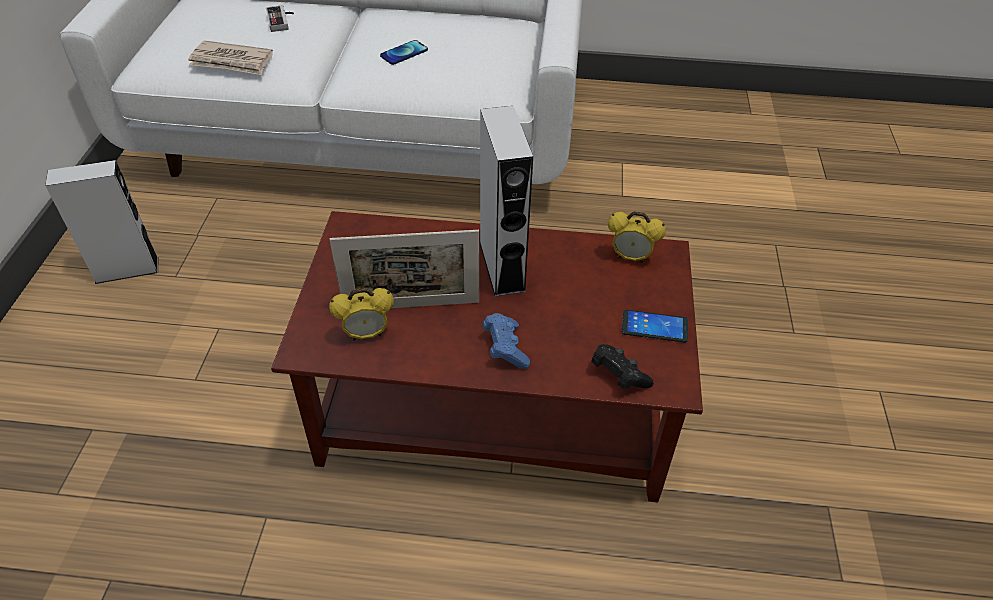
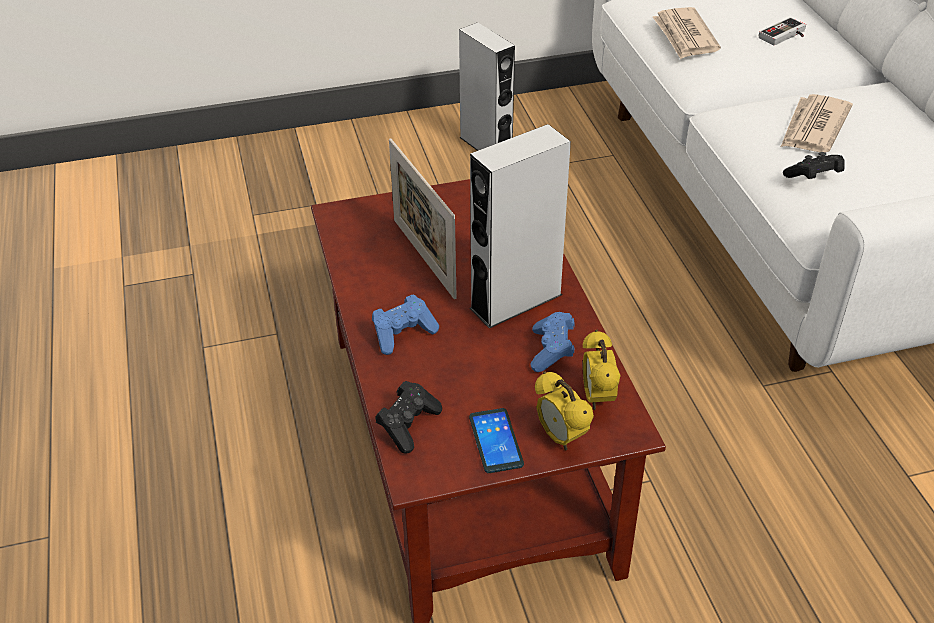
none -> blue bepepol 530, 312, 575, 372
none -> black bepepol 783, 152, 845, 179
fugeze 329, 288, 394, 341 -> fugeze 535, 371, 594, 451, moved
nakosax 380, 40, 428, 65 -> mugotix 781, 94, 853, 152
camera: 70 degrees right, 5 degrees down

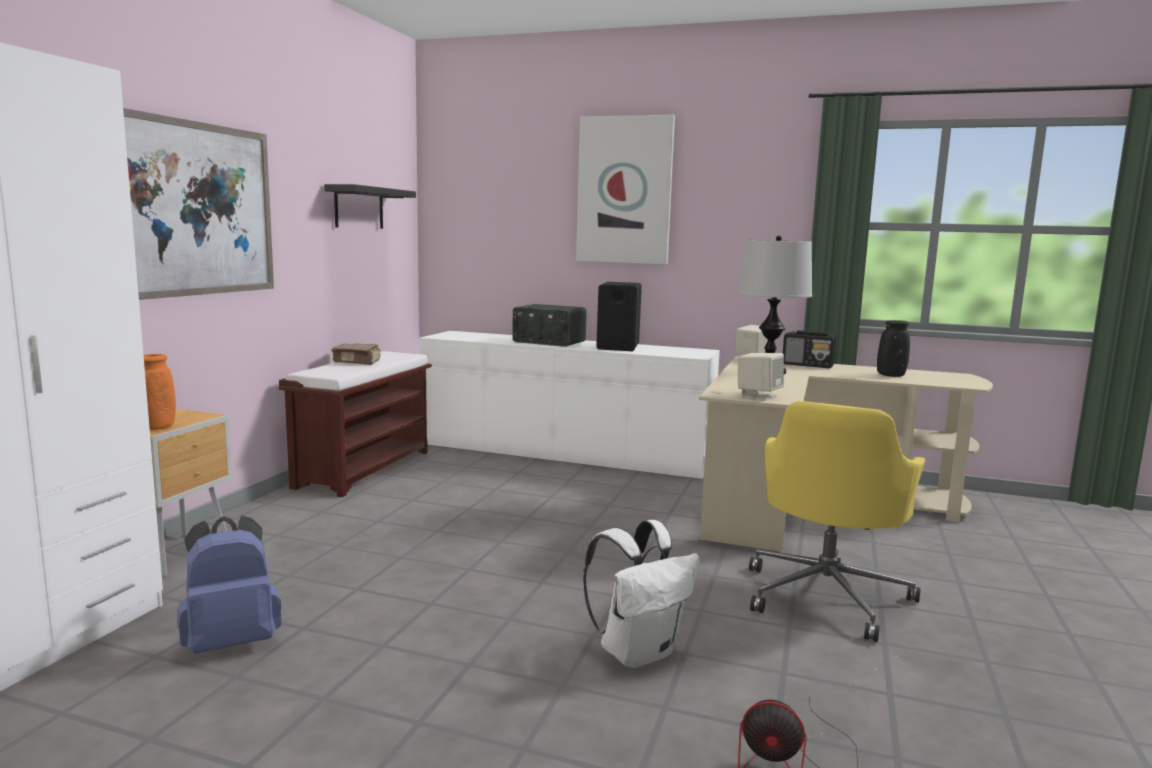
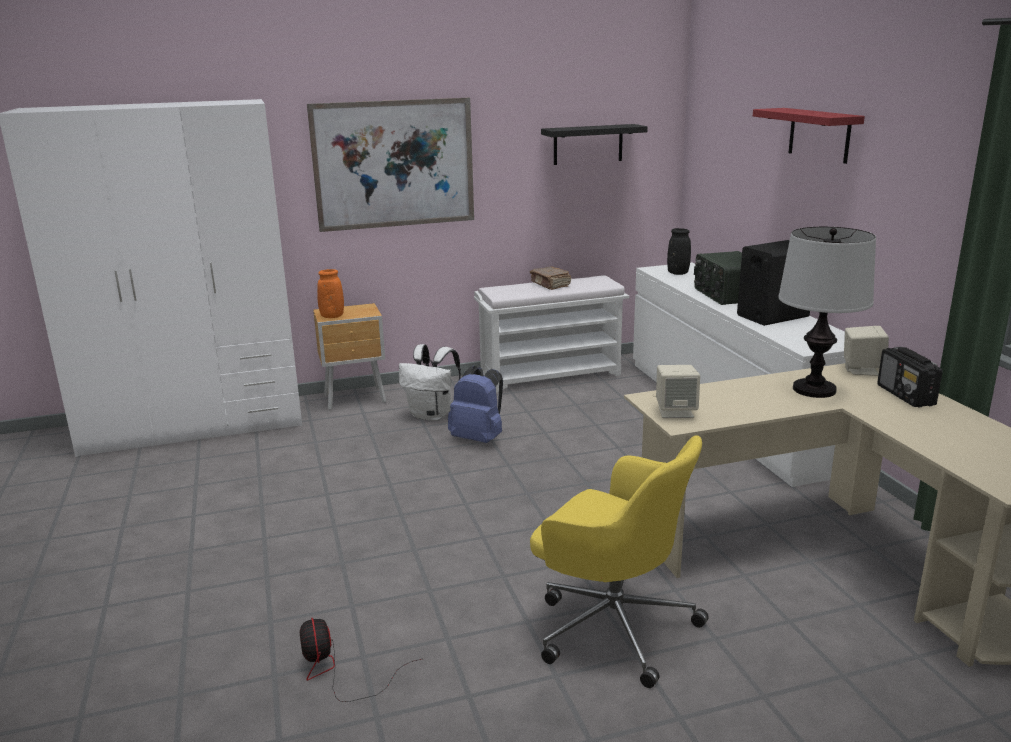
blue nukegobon 177, 515, 281, 653 -> blue nukegobon 448, 366, 503, 443, moved
white nukegobon 583, 520, 699, 668 -> white nukegobon 399, 344, 461, 421, moved
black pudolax 877, 320, 910, 377 -> black pudolax 667, 228, 691, 275, moved
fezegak 576, 115, 675, 265 -> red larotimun 753, 108, 865, 164
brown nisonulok 279, 351, 432, 497 -> white nisonulok 474, 275, 629, 393
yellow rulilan 749, 401, 925, 642 -> yellow rulilan 530, 435, 709, 688, 135 degrees counterclockwise
camera: 55 degrees right, 10 degrees up

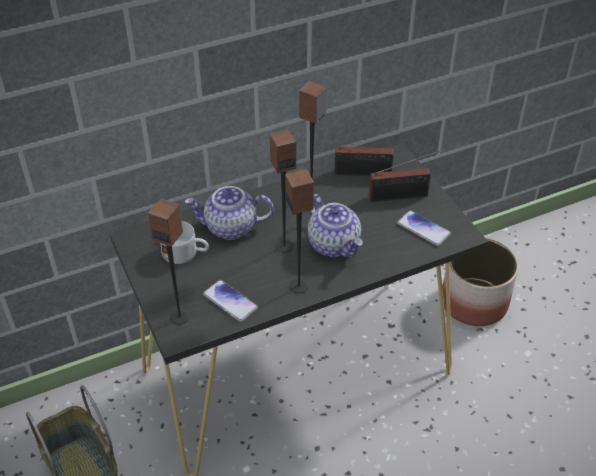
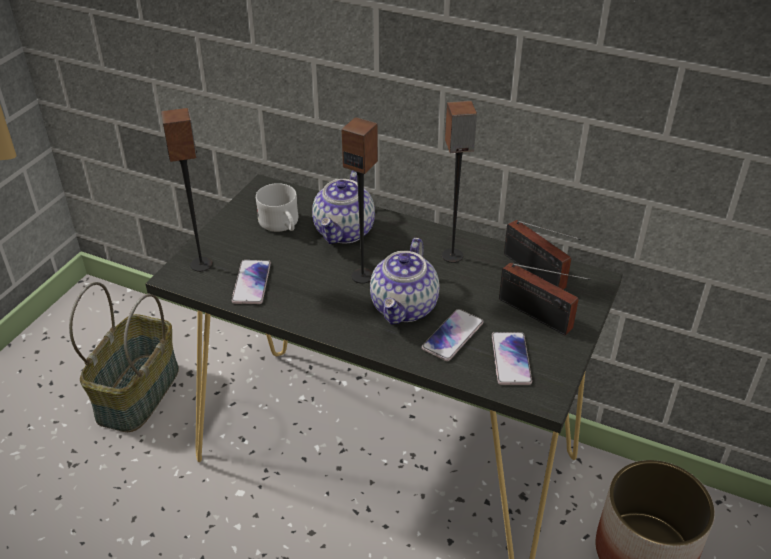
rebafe 285, 169, 314, 293 -> none
none -> nakosax 422, 309, 483, 361
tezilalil 185, 186, 274, 240 -> tezilalil 312, 170, 375, 244, 120 degrees counterclockwise
camera: 50 degrees right, 5 degrees down

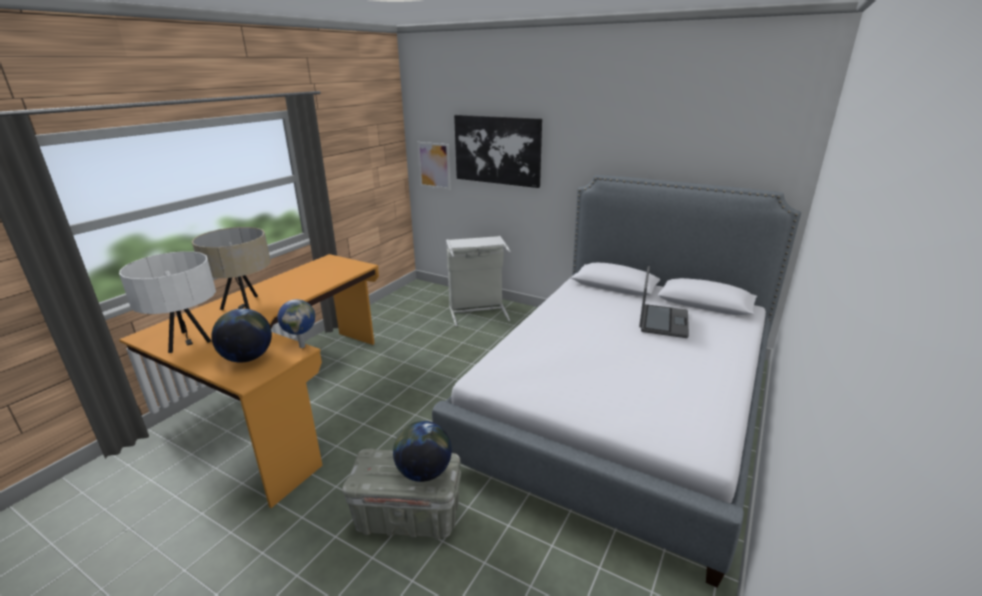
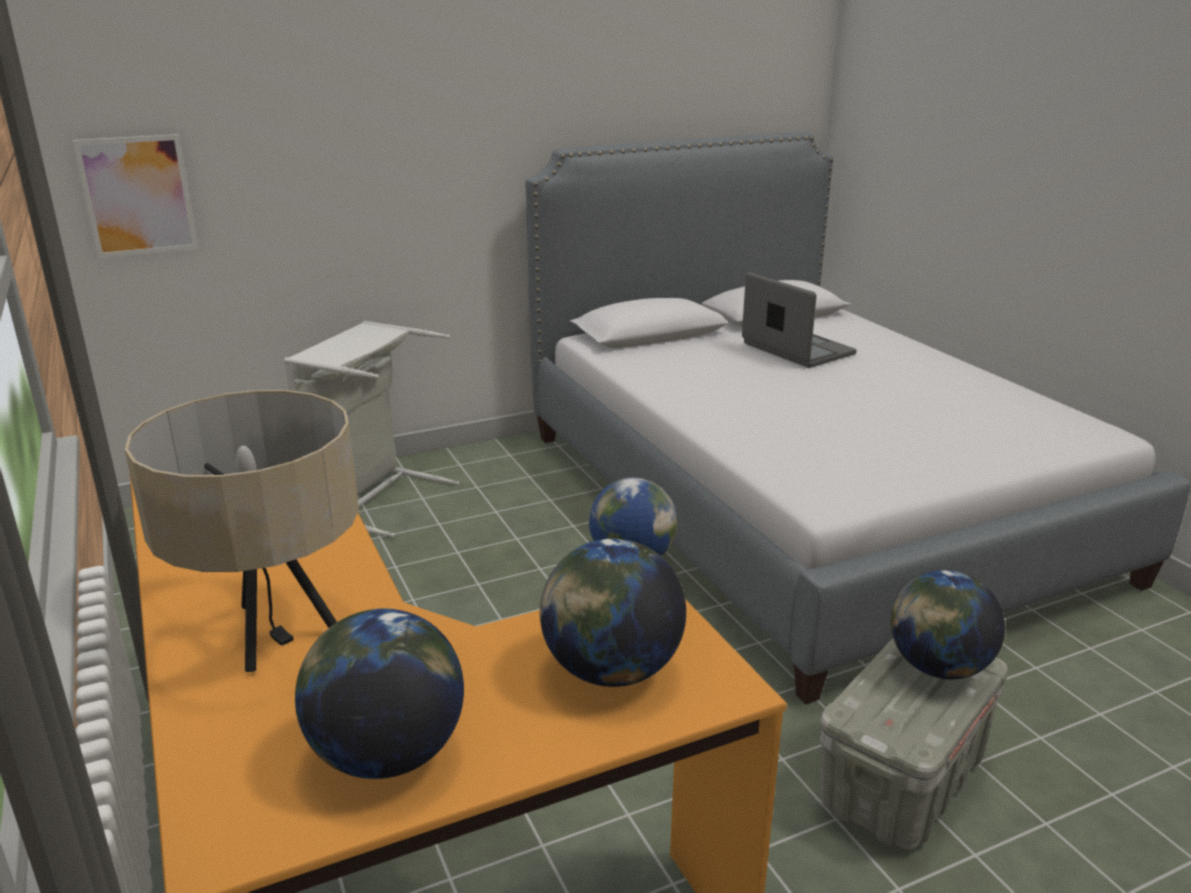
fezegak 454, 115, 542, 188 -> none
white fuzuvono 119, 251, 216, 353 -> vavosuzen 295, 609, 464, 779
camera: 55 degrees left, 0 degrees up

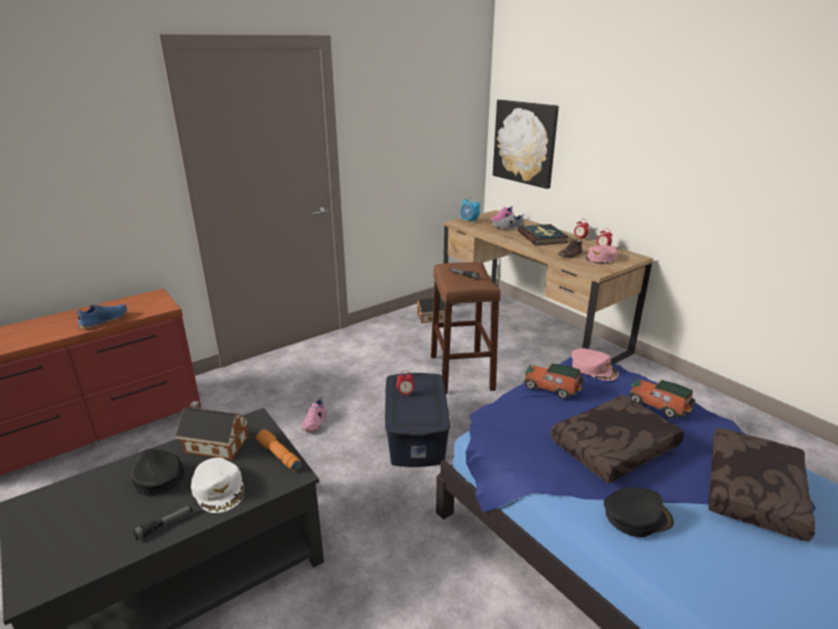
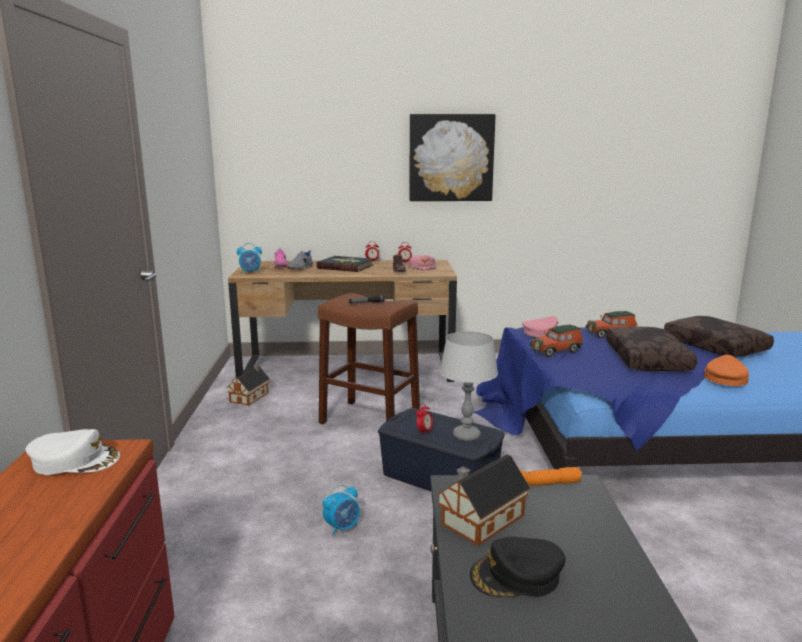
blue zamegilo 75, 304, 127, 330 -> none
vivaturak 133, 505, 192, 541 -> none
none -> grey fuzuvono 440, 331, 498, 441
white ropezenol 191, 457, 244, 513 -> white ropezenol 26, 429, 120, 475, moved
fezegak 493, 100, 559, 189 -> fezegak 409, 114, 496, 201, moved
pink zamegilo 301, 397, 327, 431 -> fugeze 323, 485, 360, 536
black ropezenol 604, 487, 674, 537 -> orange ropezenol 704, 355, 749, 386
camera: 55 degrees left, 10 degrees down

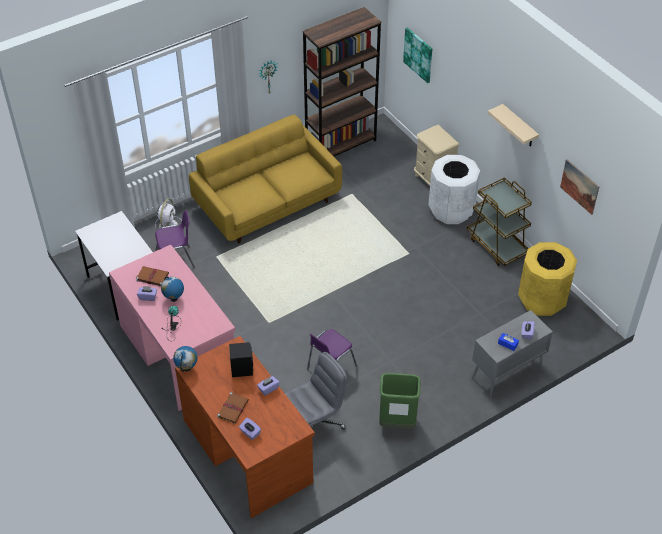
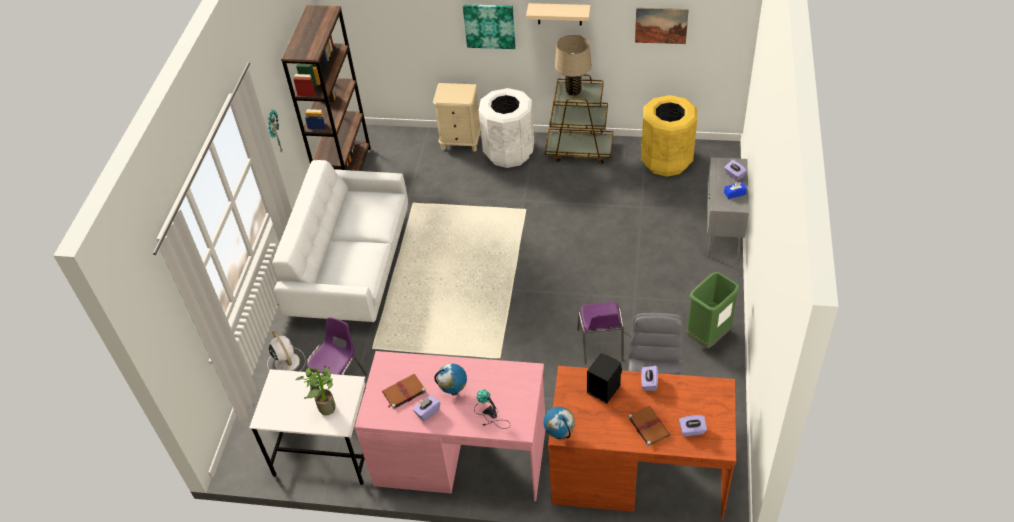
none -> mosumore 296, 366, 335, 415
none -> beige fuzuvono 555, 35, 592, 96
fezegak 403, 27, 432, 83 -> fezegak 463, 4, 516, 49, moved
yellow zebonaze 189, 115, 342, 243 -> white zebonaze 272, 160, 408, 322
camera: 45 degrees left, 0 degrees up

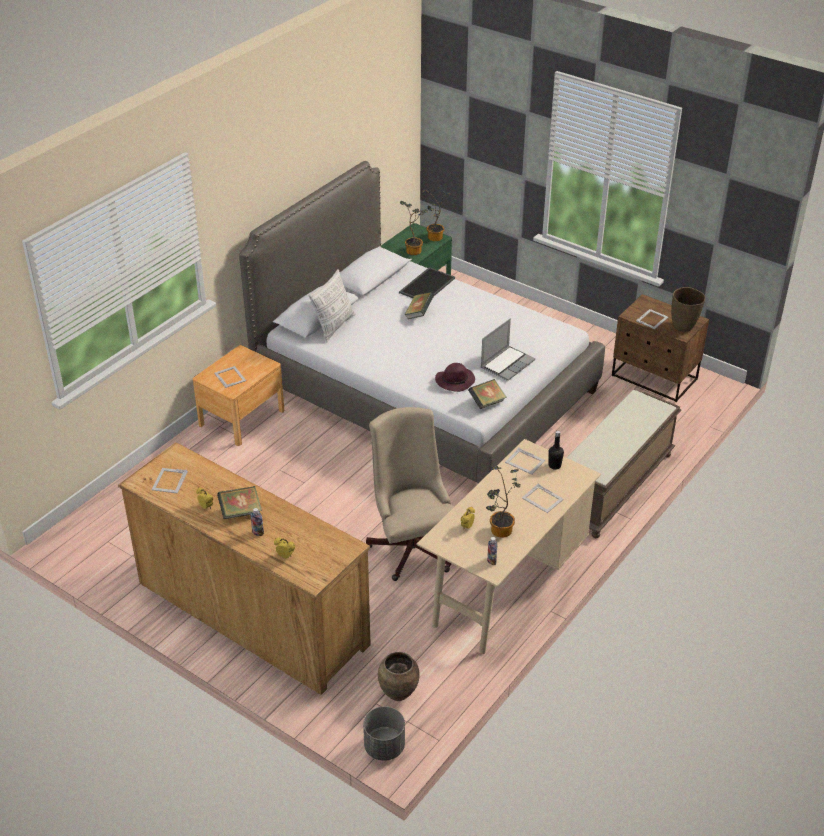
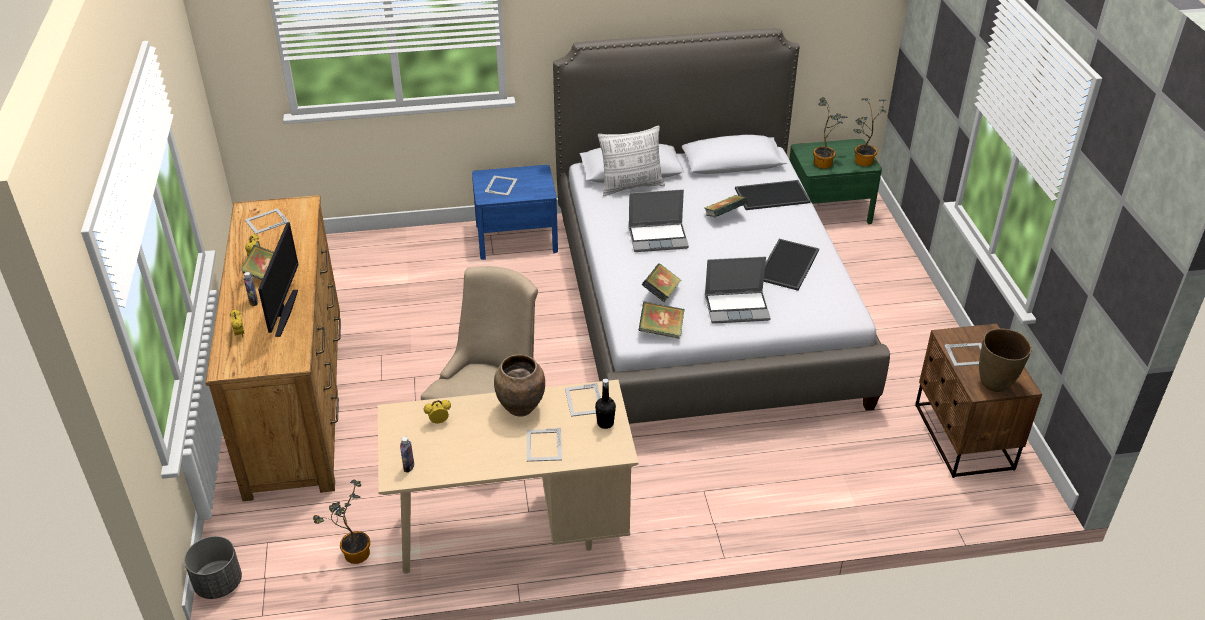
brown nisonulok 567, 390, 681, 538 -> none
none -> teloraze 258, 223, 299, 337
none -> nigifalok 629, 189, 689, 252
none -> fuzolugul 764, 239, 819, 291
brown pudolax 378, 652, 420, 701 -> brown pudolax 494, 354, 545, 417, moved
mosumore 486, 466, 520, 538 -> mosumore 313, 480, 370, 564, moved
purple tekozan 435, 363, 475, 392 -> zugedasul 642, 263, 681, 302
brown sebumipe 193, 345, 284, 446 -> blue sebumipe 472, 165, 558, 260
camera: 45 degrees right, 0 degrees up

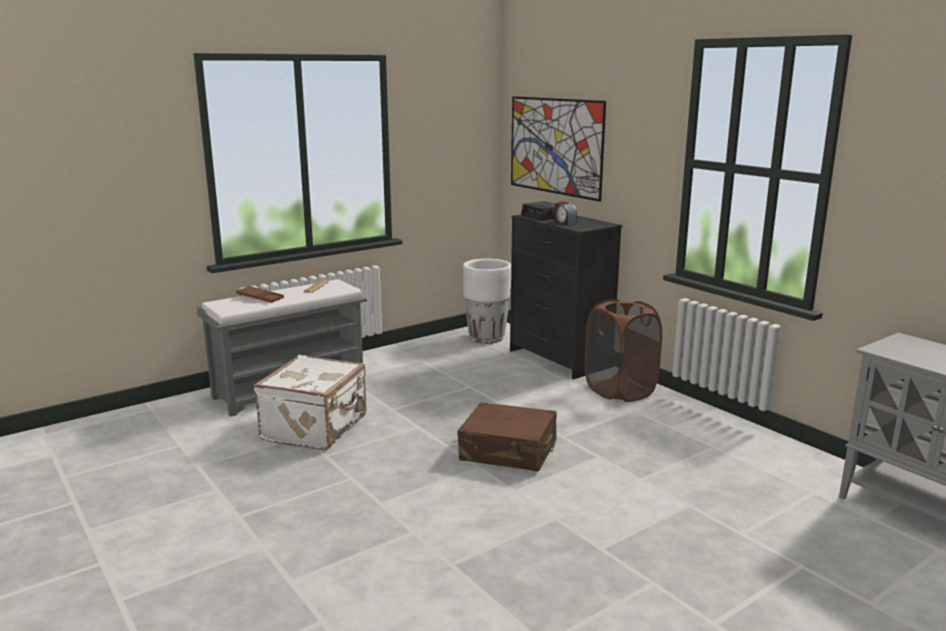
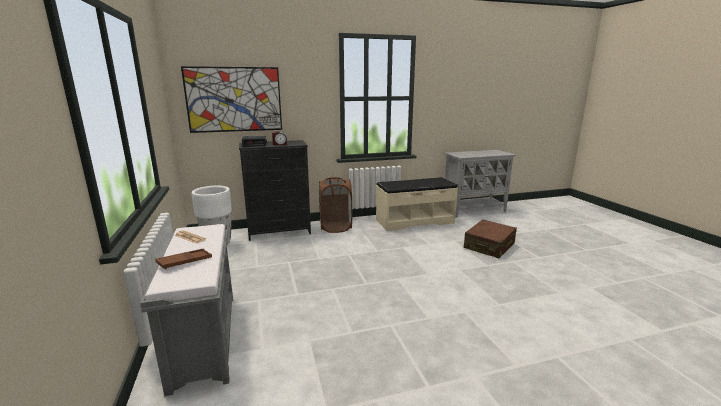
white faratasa 253, 355, 367, 450 -> none
none -> beige nisonulok 376, 177, 458, 231
brown faratasa 458, 402, 557, 472 -> brown faratasa 463, 219, 517, 258, moved
camera: 70 degrees left, 0 degrees up

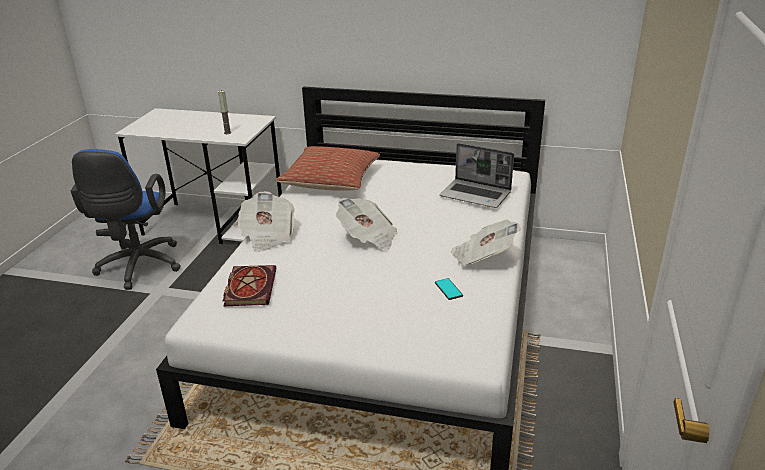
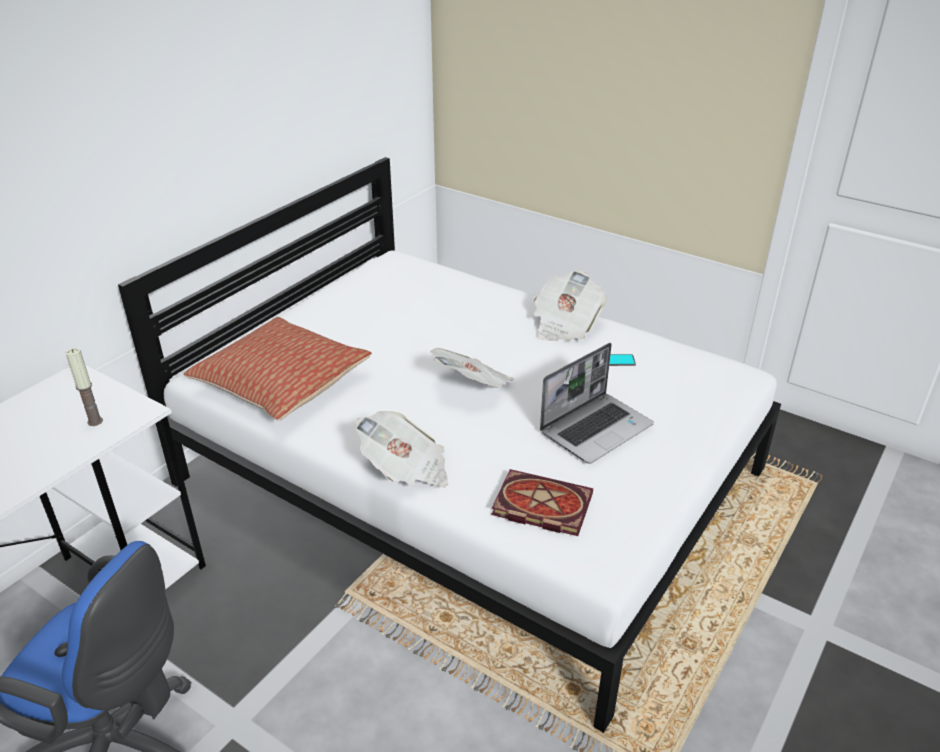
nigifalok 439, 143, 514, 208 -> nigifalok 540, 343, 654, 464, moved
camera: 70 degrees left, 5 degrees up

